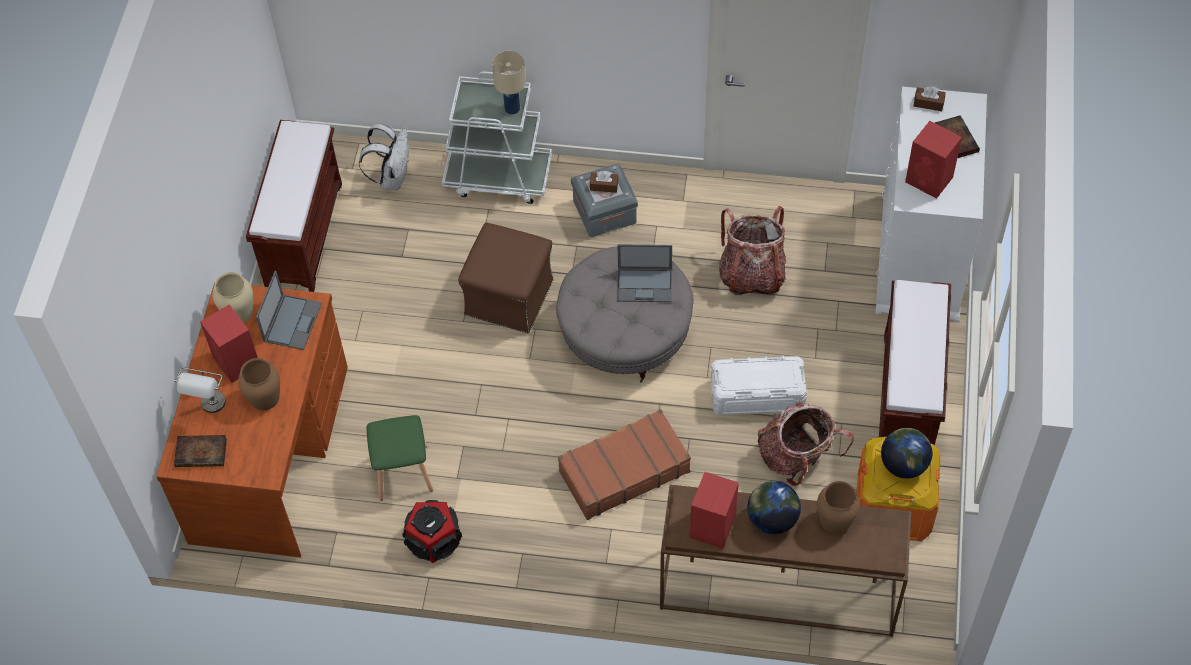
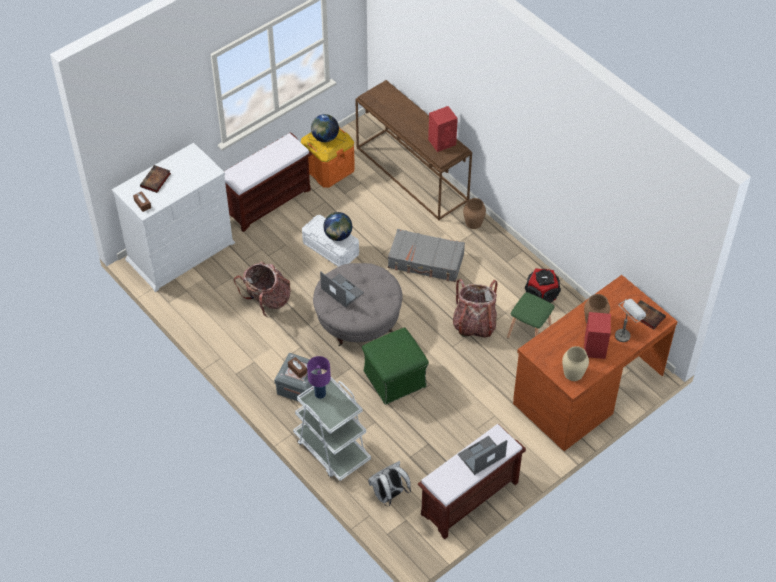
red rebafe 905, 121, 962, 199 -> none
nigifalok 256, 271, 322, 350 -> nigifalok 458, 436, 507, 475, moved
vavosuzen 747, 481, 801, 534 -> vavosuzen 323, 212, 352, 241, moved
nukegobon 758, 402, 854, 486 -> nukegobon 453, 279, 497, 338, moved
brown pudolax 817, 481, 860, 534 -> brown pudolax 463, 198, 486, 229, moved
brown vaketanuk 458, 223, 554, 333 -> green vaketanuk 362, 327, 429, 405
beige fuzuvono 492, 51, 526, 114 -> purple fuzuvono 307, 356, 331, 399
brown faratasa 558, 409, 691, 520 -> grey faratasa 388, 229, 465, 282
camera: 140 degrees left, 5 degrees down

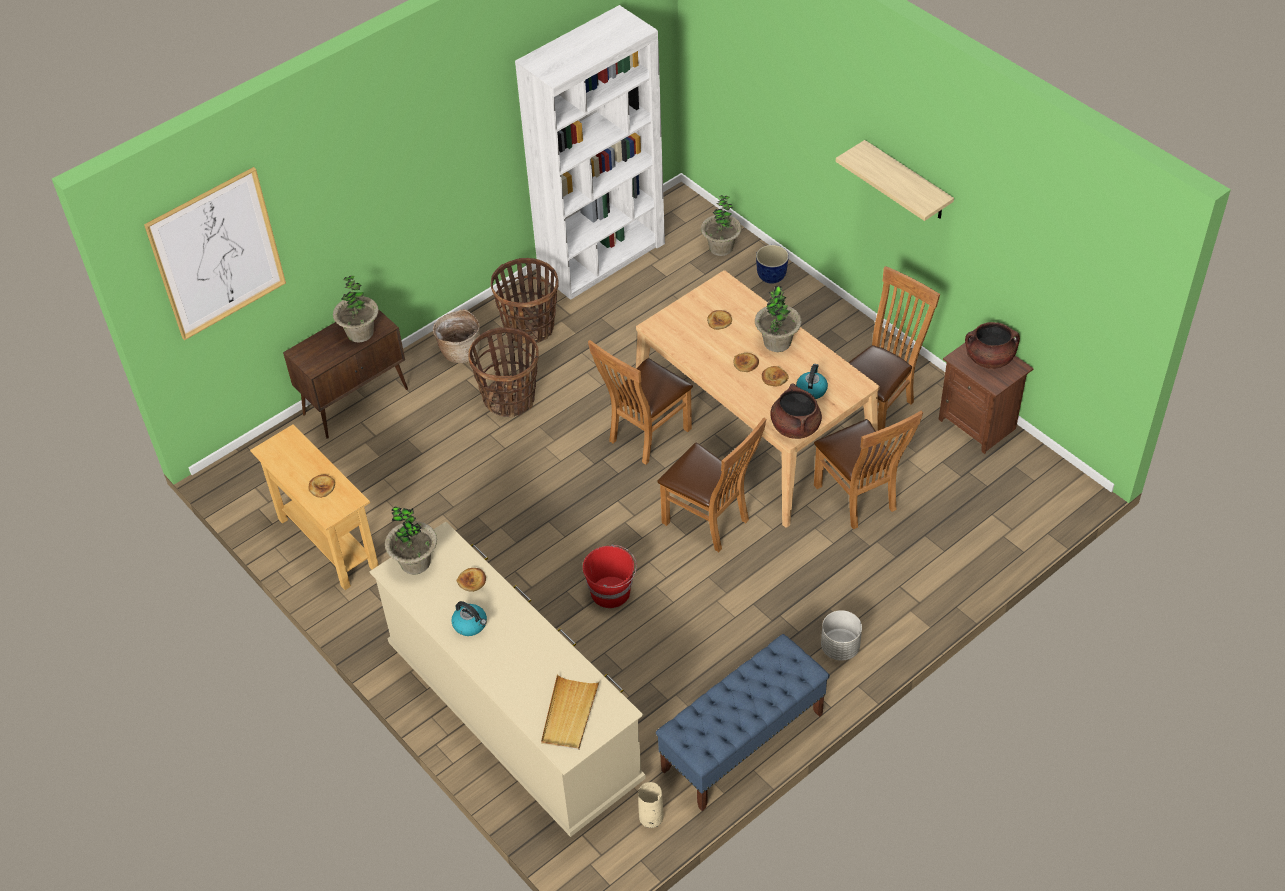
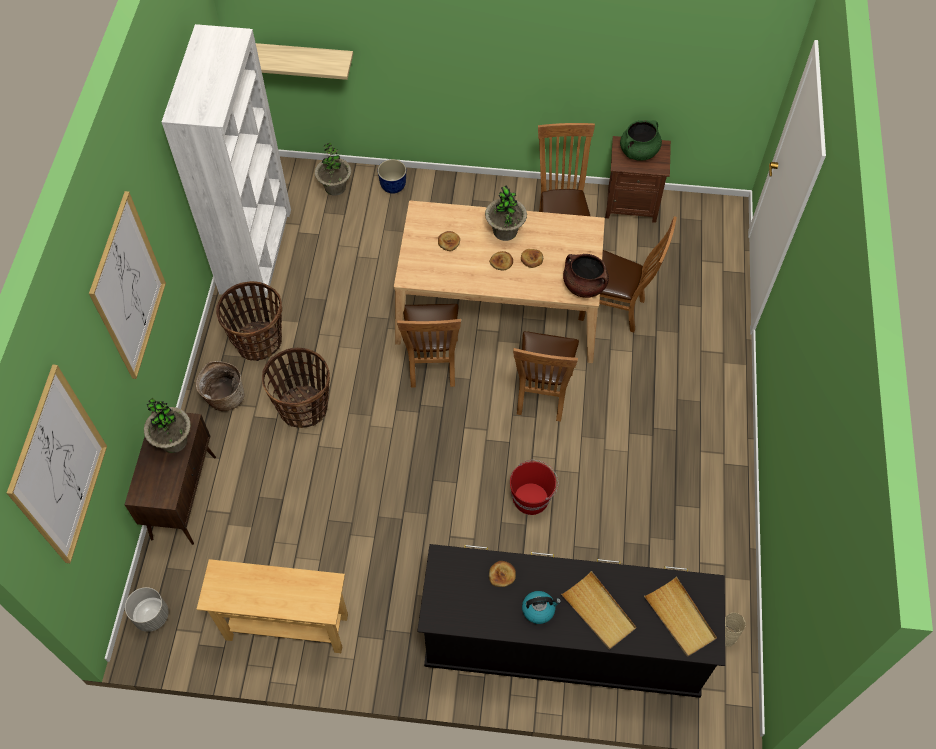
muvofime 308, 475, 335, 498 -> none
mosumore 385, 506, 437, 575 -> none
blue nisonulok 656, 634, 830, 811 -> none
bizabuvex 796, 364, 828, 399 -> none
none -> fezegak 89, 191, 166, 379
none -> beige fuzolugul 561, 571, 636, 650
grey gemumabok 821, 610, 862, 661 -> grey gemumabok 125, 587, 169, 632, moved
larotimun 836, 140, 954, 221 -> larotimun 256, 43, 353, 80, moved
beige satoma 370, 521, 646, 837 -> black satoma 417, 544, 725, 698
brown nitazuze 965, 322, 1020, 369 -> green nitazuze 620, 120, 662, 161
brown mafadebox 657, 418, 766, 552 -> brown mafadebox 513, 331, 579, 422, 105 degrees clockwise
camera: 45 degrees left, 10 degrees up

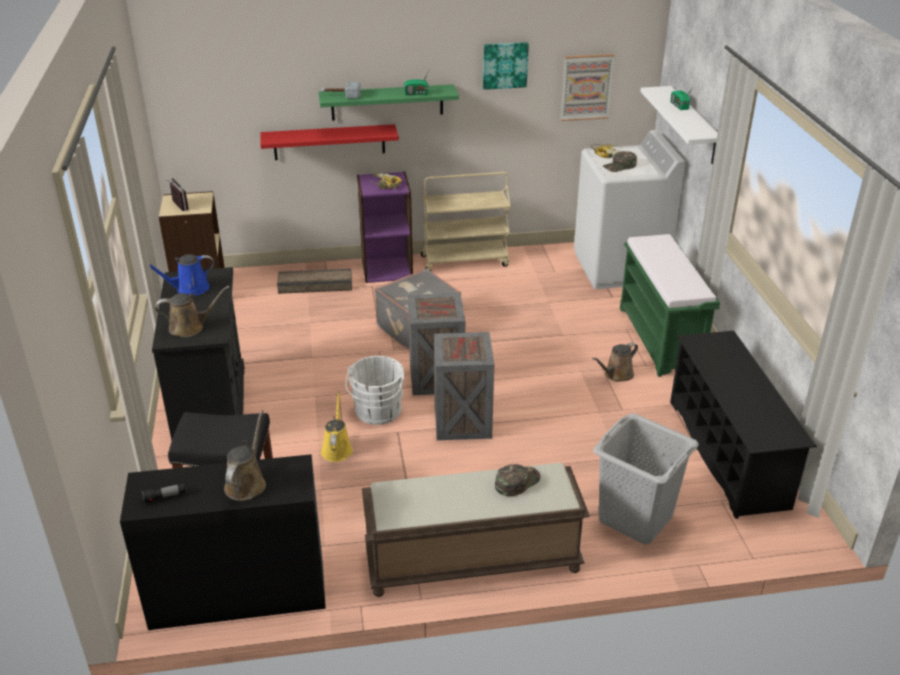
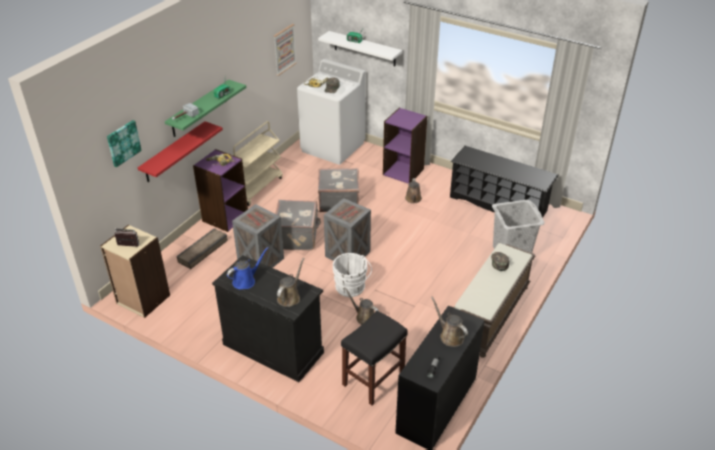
none -> grey faratasa 318, 168, 359, 212
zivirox 434, 332, 494, 440 -> zivirox 232, 204, 284, 268, moved
fezegak 483, 42, 529, 90 -> fezegak 107, 120, 142, 167, moved
green nisonulok 620, 234, 720, 377 -> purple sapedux 383, 108, 427, 184
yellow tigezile 321, 392, 353, 462 -> brown tigezile 344, 287, 379, 325
blue tigezile 150, 254, 214, 296 -> blue tigezile 227, 247, 268, 289, 150 degrees counterclockwise
camera: 50 degrees left, 5 degrees up

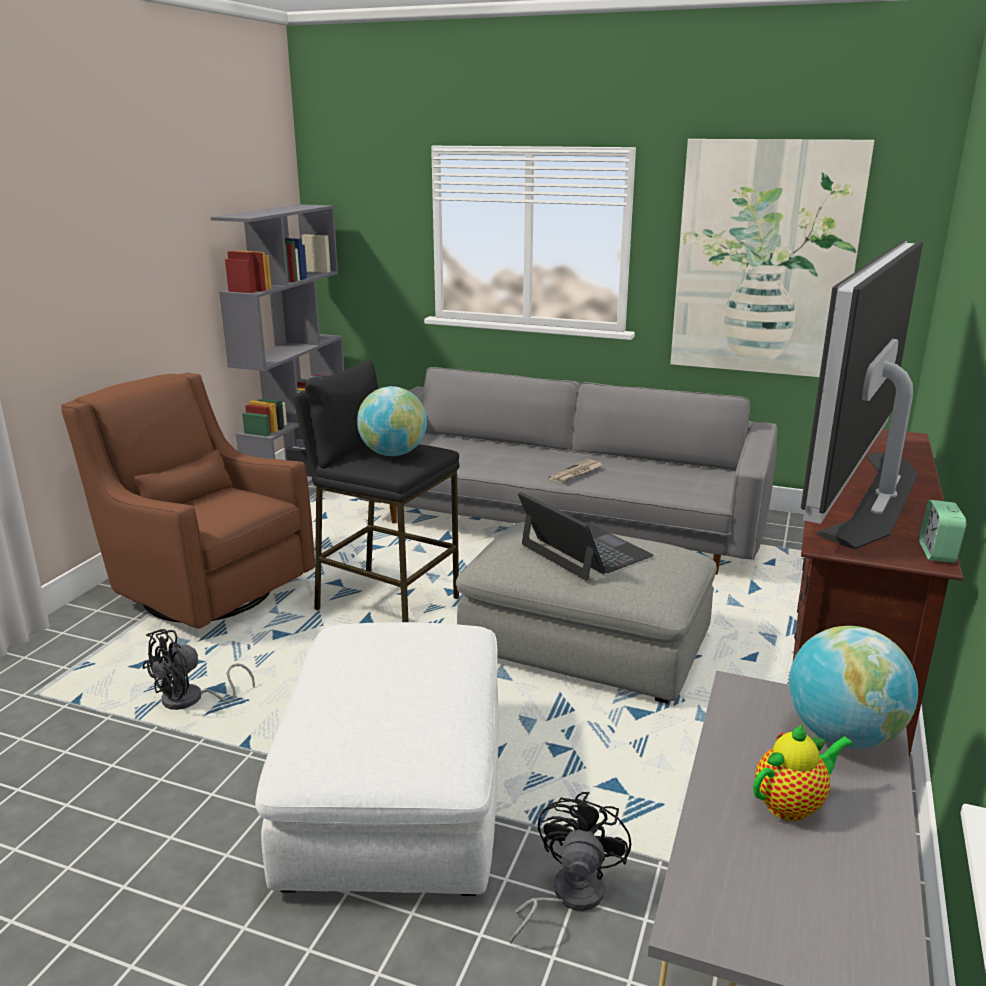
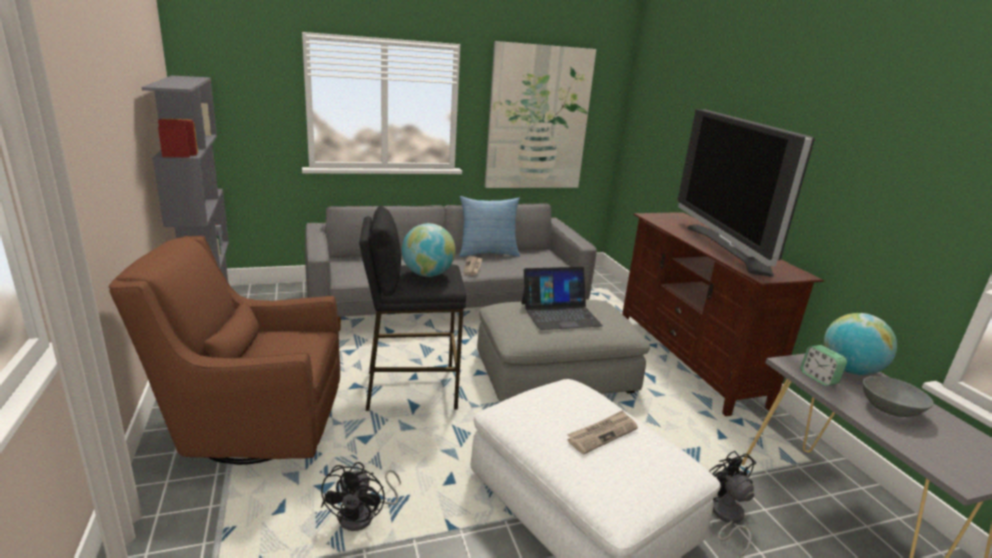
none -> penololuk 459, 196, 520, 257
none -> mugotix 567, 410, 638, 454
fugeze 919, 500, 966, 563 -> fugeze 801, 345, 847, 386, moved
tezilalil 753, 724, 853, 821 -> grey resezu 863, 376, 934, 417
nigifalok 518, 492, 653, 581 -> nigifalok 522, 267, 603, 330, 150 degrees clockwise
camera: 40 degrees left, 0 degrees up

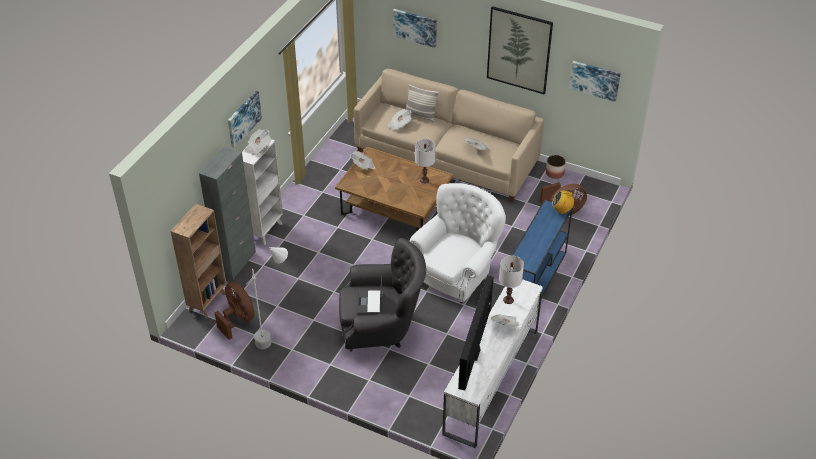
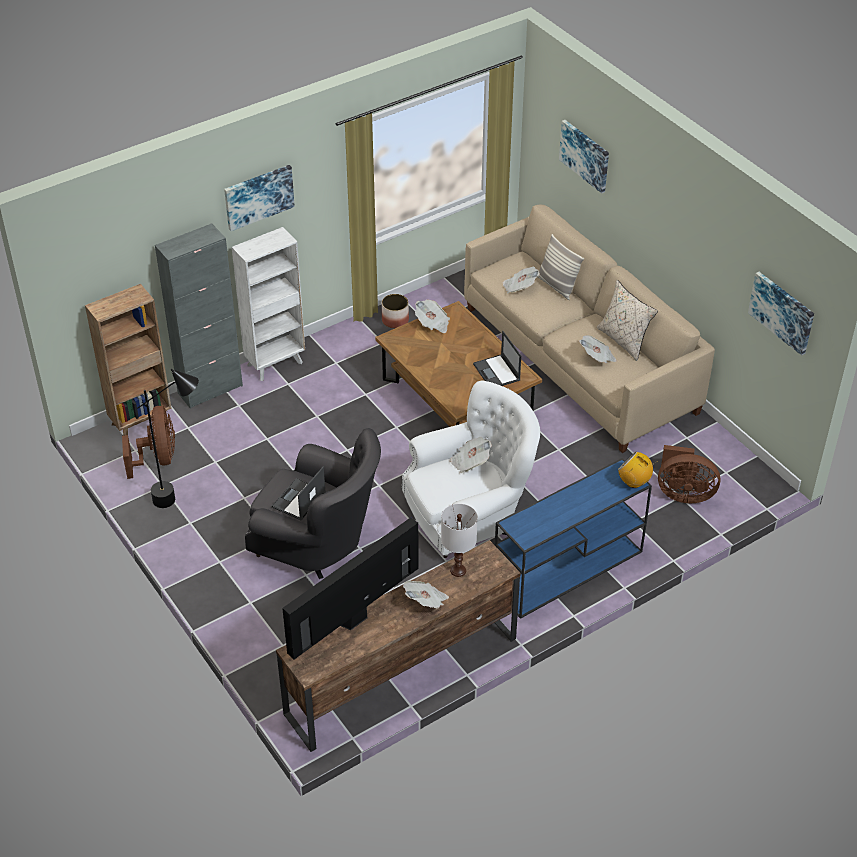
fezegak 487, 6, 553, 94 -> none
none -> beige penololuk 597, 280, 658, 361
mugotix 245, 129, 271, 155 -> mugotix 450, 437, 492, 473, moved
gemumabok 546, 155, 566, 179 -> gemumabok 382, 294, 409, 328, moved
white fuzuvono 415, 139, 435, 184 -> nigifalok 473, 331, 521, 386
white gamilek 246, 247, 288, 349 -> black gamilek 137, 369, 199, 508
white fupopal 442, 279, 543, 448 -> brown fupopal 276, 540, 521, 752
camera: 30 degrees right, 0 degrees up

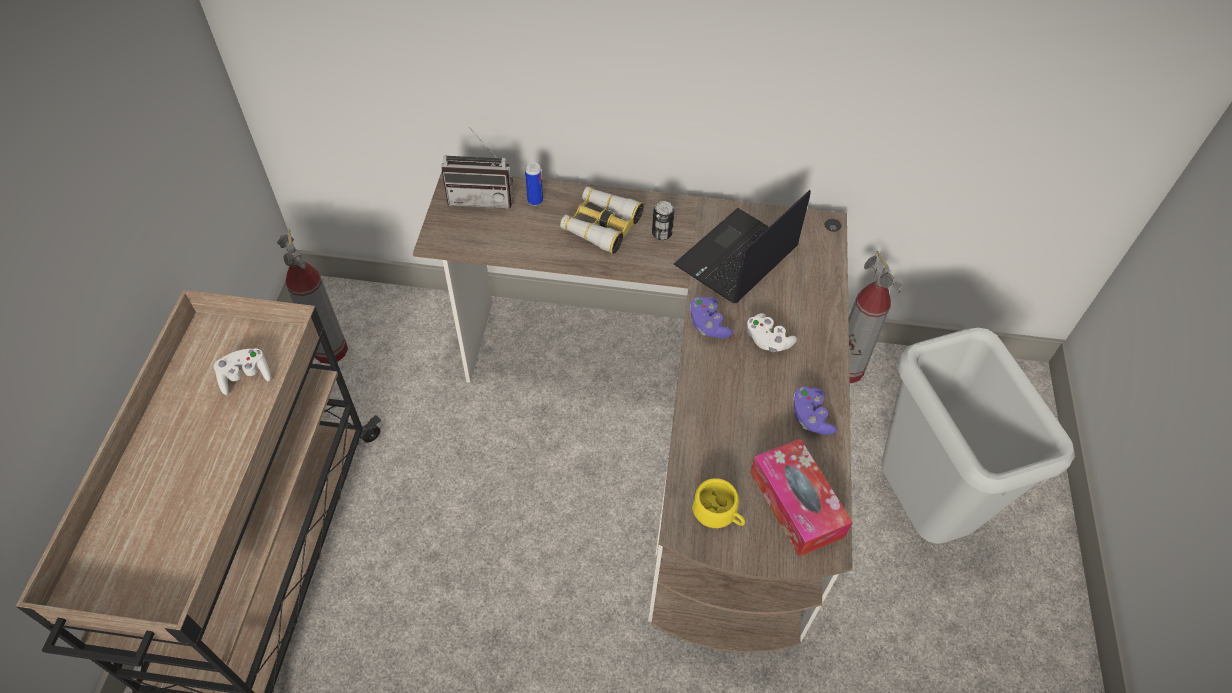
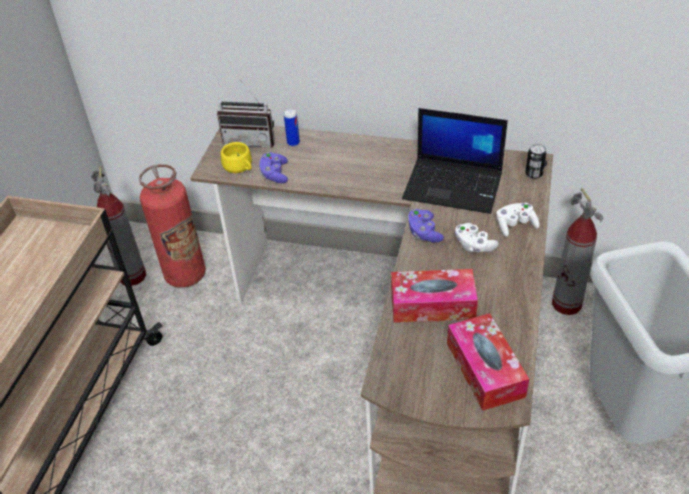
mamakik 560, 186, 644, 254 -> none
none -> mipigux 139, 164, 206, 288
none -> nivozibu 391, 269, 478, 323
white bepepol 214, 348, 271, 395 -> white bepepol 497, 203, 540, 237, moved
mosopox 652, 201, 674, 240 -> mosopox 525, 144, 546, 179, moved
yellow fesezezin 692, 478, 745, 528 -> yellow fesezezin 221, 142, 252, 173, moved
purple bepepol 793, 386, 837, 435 -> purple bepepol 259, 152, 288, 183, moved
nigifalok 674, 190, 811, 303 -> nigifalok 402, 108, 508, 214, 120 degrees counterclockwise
camera: 10 degrees right, 10 degrees down

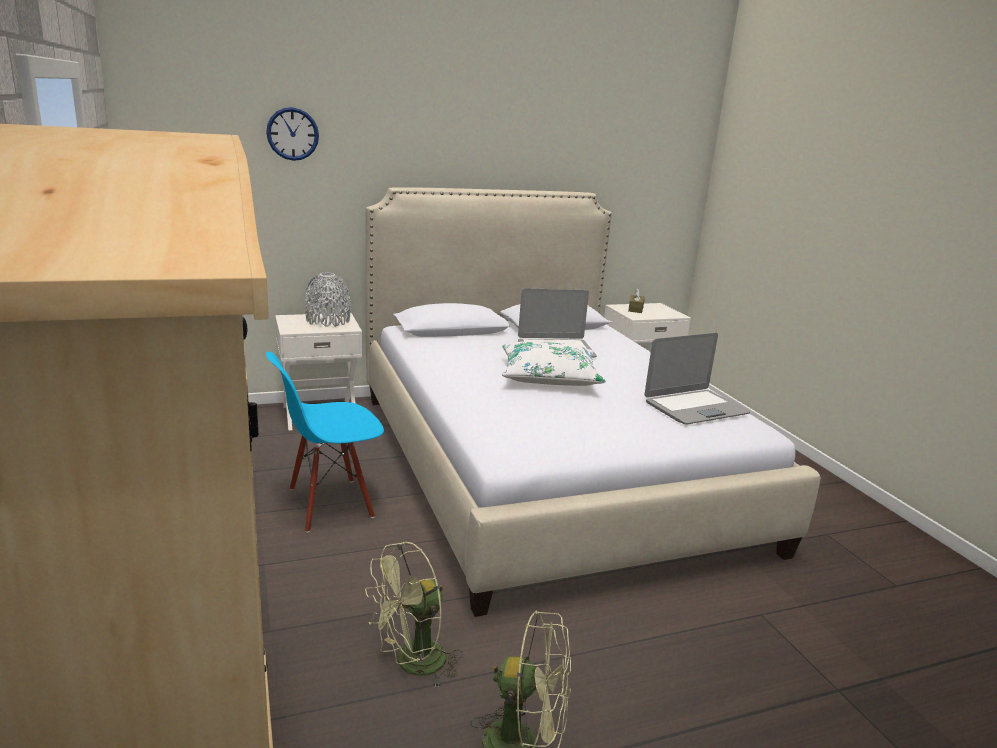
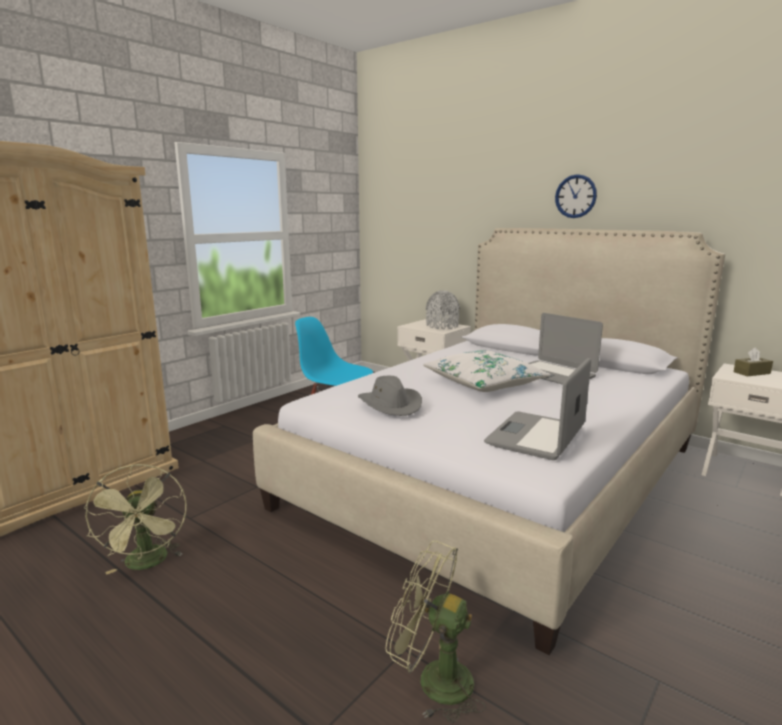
none -> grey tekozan 358, 376, 422, 416
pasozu 266, 107, 319, 161 -> pasozu 555, 174, 597, 218, moved
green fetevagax 365, 542, 463, 688 -> green fetevagax 385, 540, 486, 723, moved
nigifalok 644, 332, 750, 424 -> nigifalok 484, 358, 591, 460, 90 degrees clockwise
camera: 60 degrees right, 5 degrees down

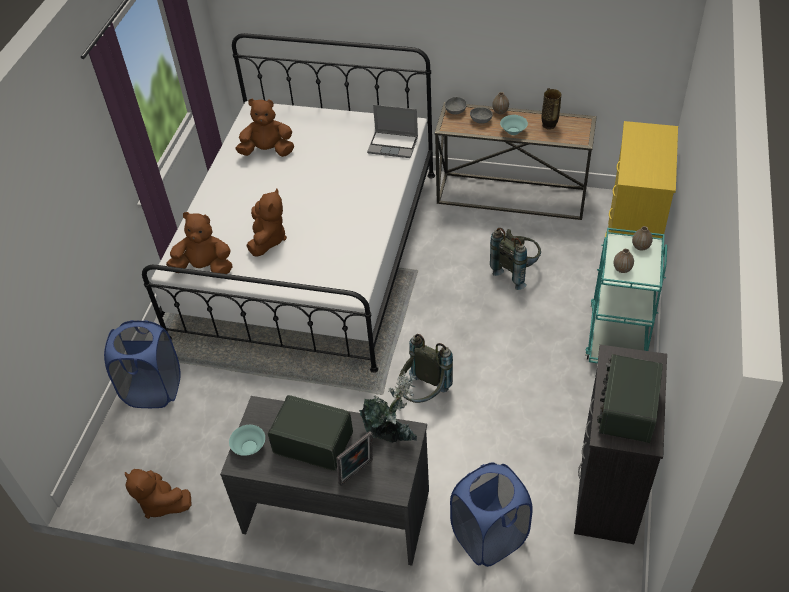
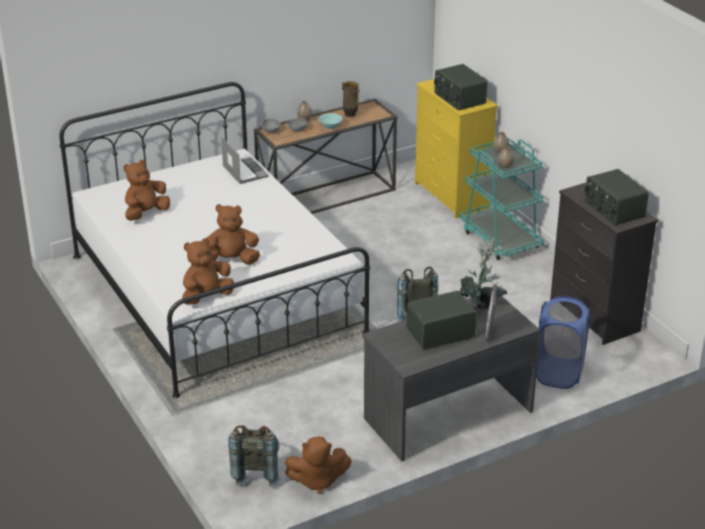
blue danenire 104, 320, 181, 408 -> none
turquoise resezu 229, 425, 265, 456 -> none
none -> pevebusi 434, 64, 487, 111
grey nukegobon 490, 228, 541, 290 -> grey nukegobon 228, 425, 281, 487, moved
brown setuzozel 247, 189, 287, 257 -> brown setuzozel 207, 204, 260, 265, 60 degrees counterclockwise
nigifalok 367, 105, 418, 158 -> nigifalok 221, 137, 269, 184, 90 degrees counterclockwise
camera: 45 degrees left, 15 degrees down

